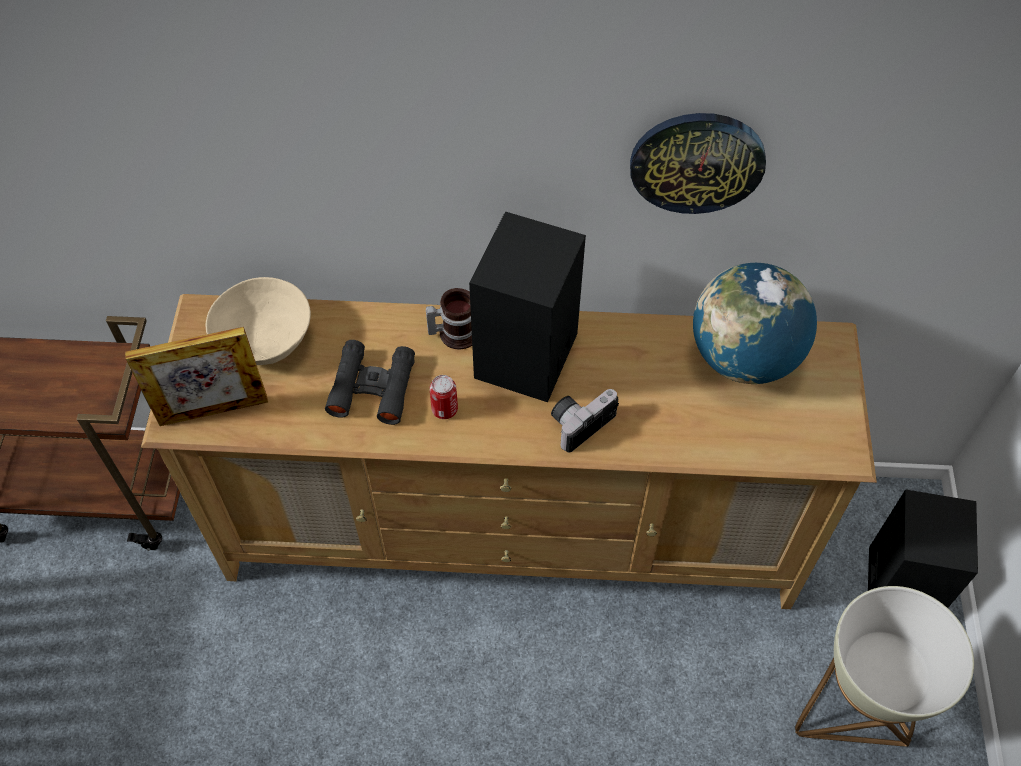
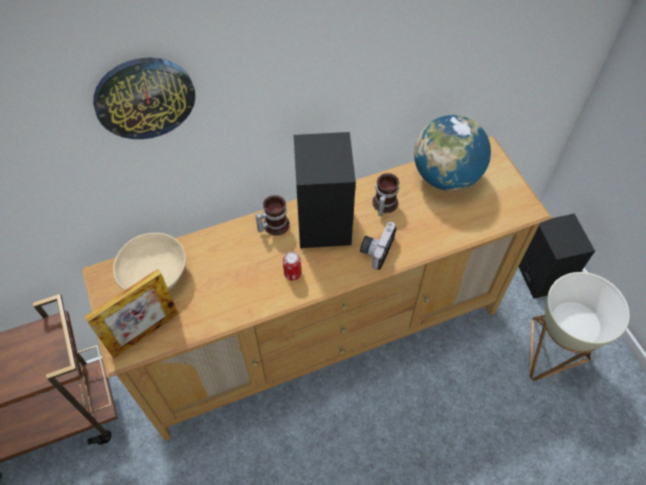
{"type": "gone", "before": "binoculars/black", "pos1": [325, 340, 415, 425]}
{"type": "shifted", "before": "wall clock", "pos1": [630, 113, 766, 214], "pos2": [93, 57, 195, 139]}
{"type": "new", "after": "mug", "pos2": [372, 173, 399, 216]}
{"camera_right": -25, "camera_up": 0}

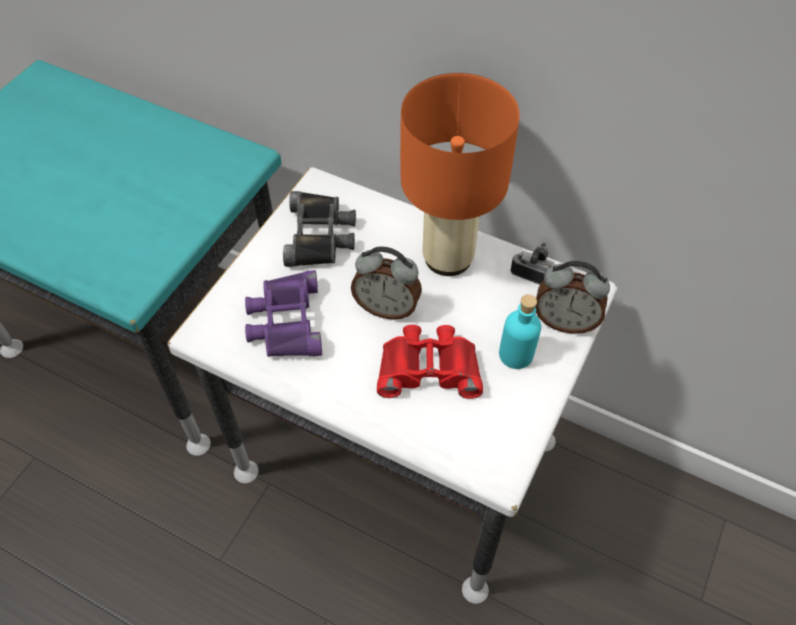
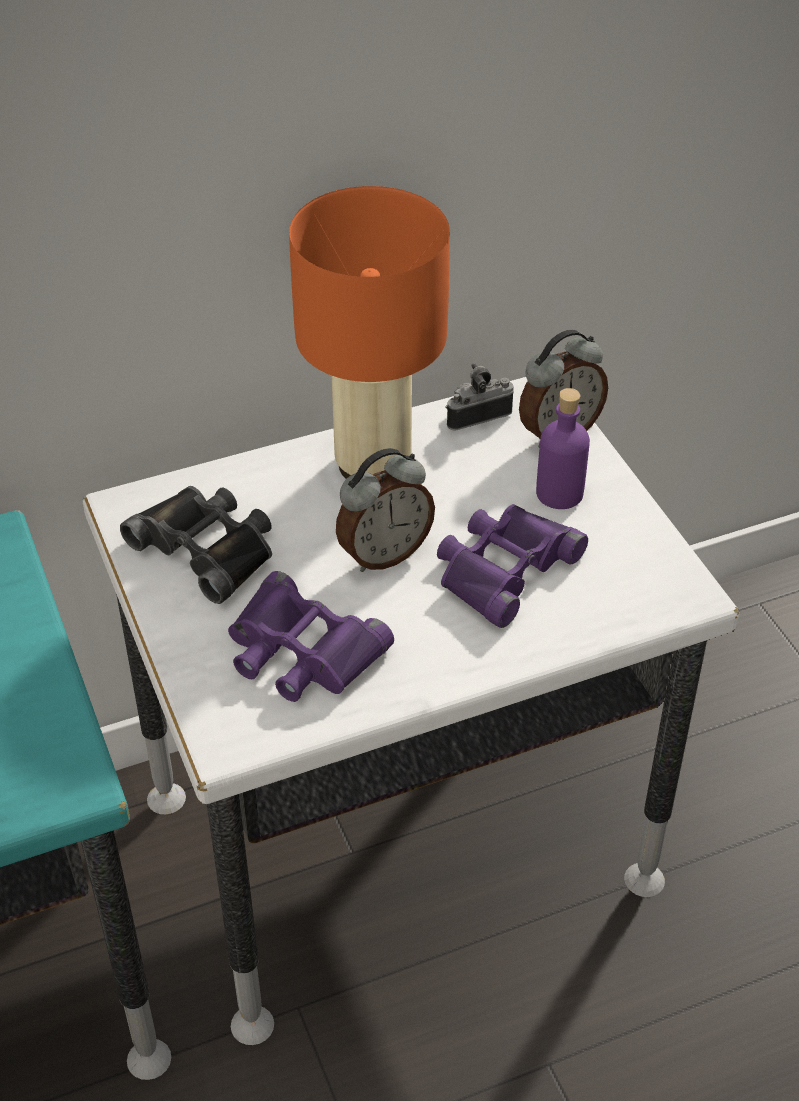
{"type": "repainted", "before": "binoculars/red", "after": "binoculars/purple", "pos1": [377, 325, 483, 399], "pos2": [437, 504, 588, 628]}
{"type": "repainted", "before": "bottle/turquoise", "after": "bottle/purple", "pos1": [499, 294, 541, 369], "pos2": [536, 388, 590, 509]}
{"camera_right": -50, "camera_up": -10}

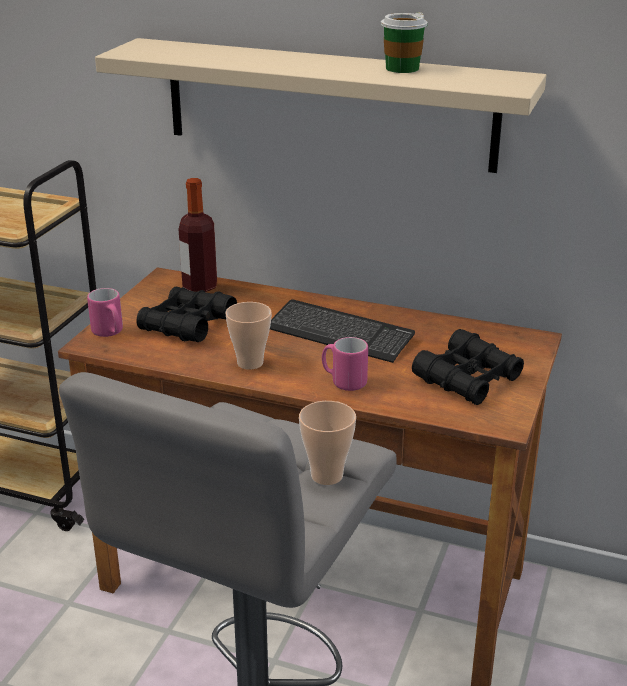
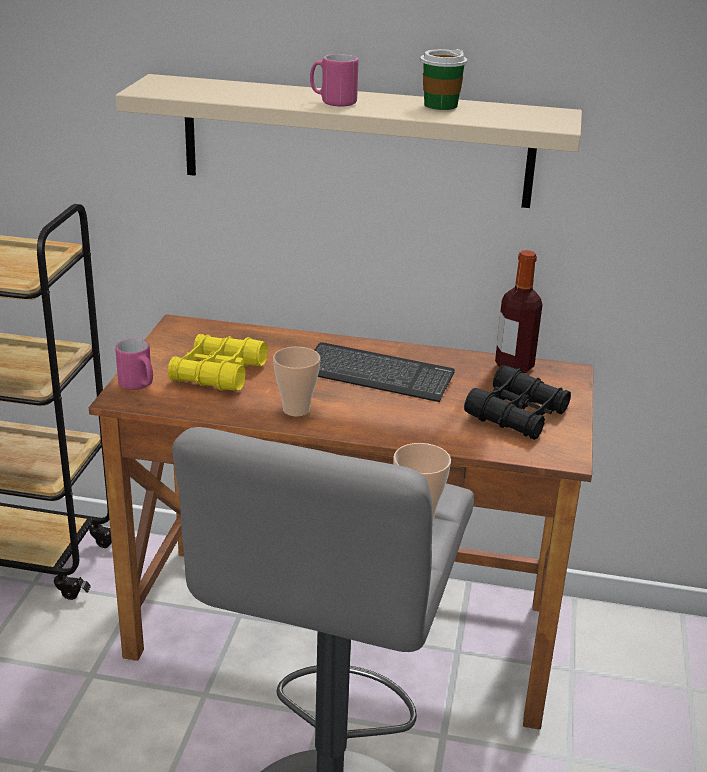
{"type": "repainted", "before": "binoculars/black", "after": "binoculars/yellow", "pos1": [136, 287, 237, 342], "pos2": [168, 334, 268, 391]}
{"type": "shifted", "before": "bottle", "pos1": [179, 178, 217, 292], "pos2": [495, 250, 543, 373]}
{"type": "shifted", "before": "mug/pink", "pos1": [322, 337, 368, 391], "pos2": [310, 54, 359, 106]}
{"camera_right": -10, "camera_up": 0}

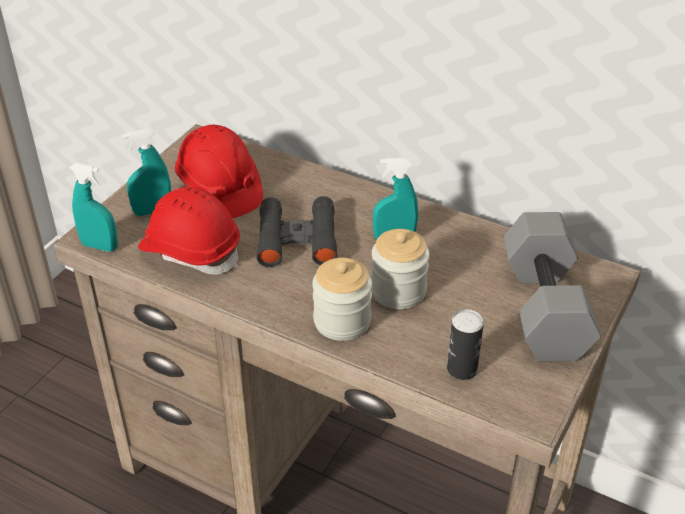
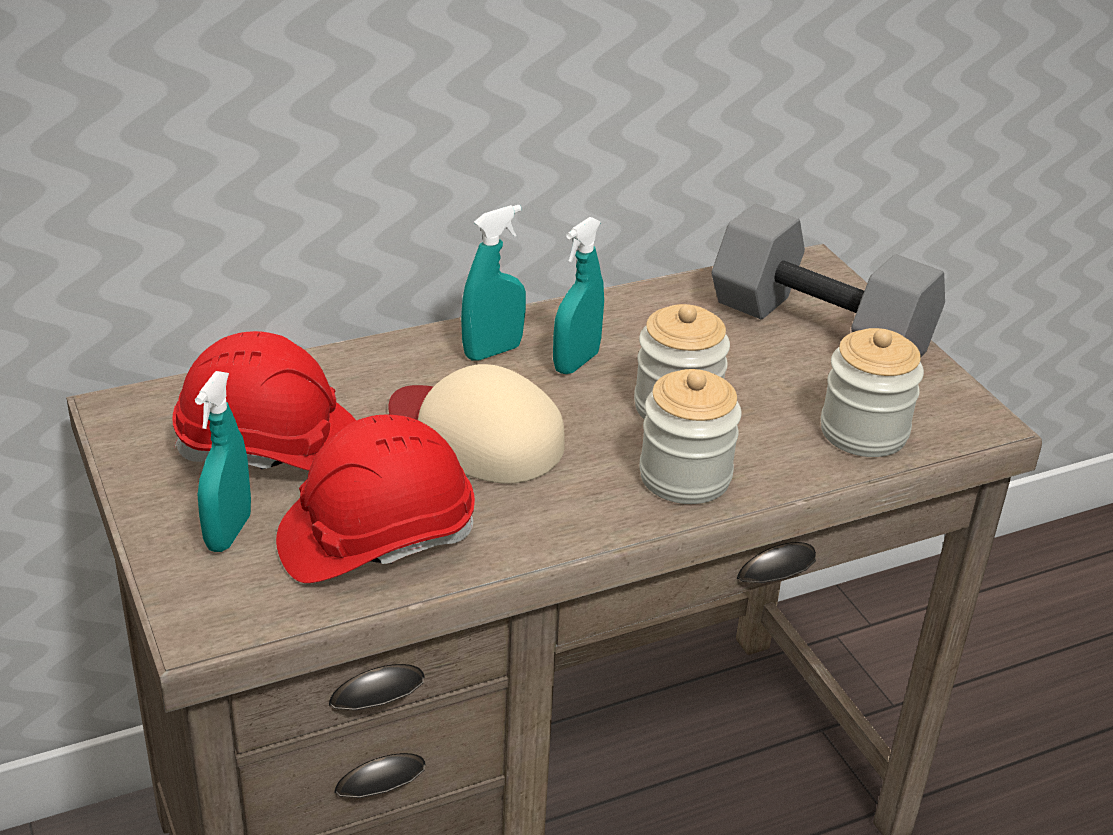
{"type": "shifted", "before": "spray bottle/turquoise", "pos1": [70, 163, 118, 252], "pos2": [461, 205, 526, 361]}
{"type": "swapped", "before": "binoculars/black", "after": "cap/beige", "pos1": [257, 196, 337, 267], "pos2": [388, 364, 565, 484]}
{"type": "swapped", "before": "can", "after": "jar", "pos1": [447, 309, 484, 380], "pos2": [821, 328, 924, 457]}
{"camera_right": -55, "camera_up": -5}

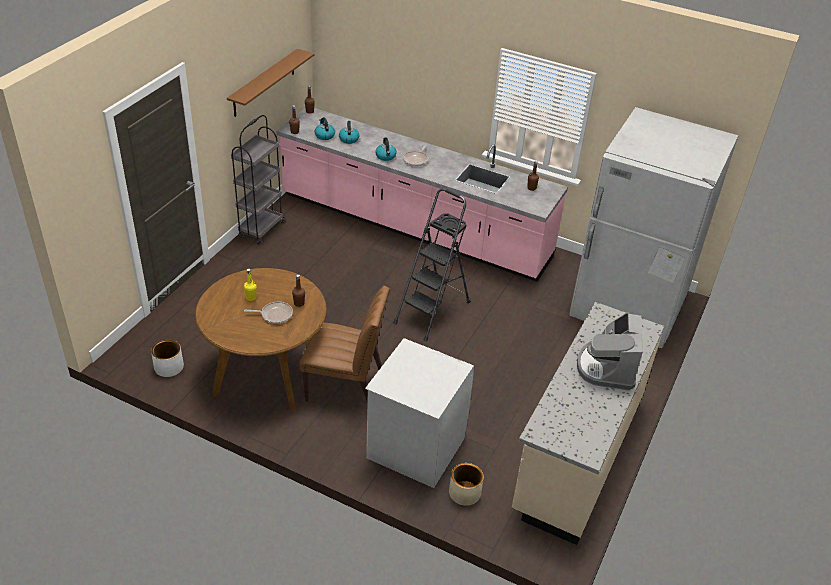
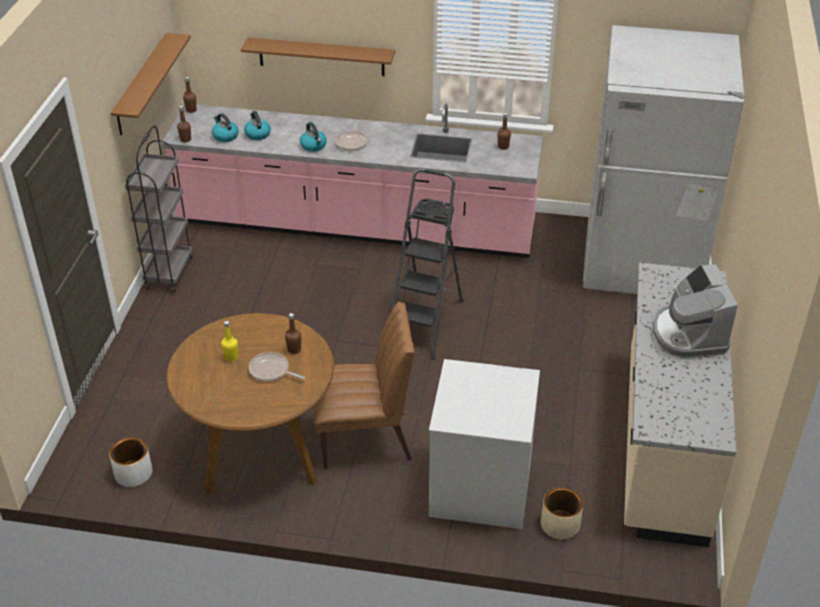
{"type": "rotated", "before": "frying pan", "pos1": [244, 302, 293, 324], "pos2": [249, 352, 305, 381], "turn": -135}
{"type": "new", "after": "shelf/brown", "pos2": [241, 38, 395, 76]}
{"camera_right": -15, "camera_up": 0}

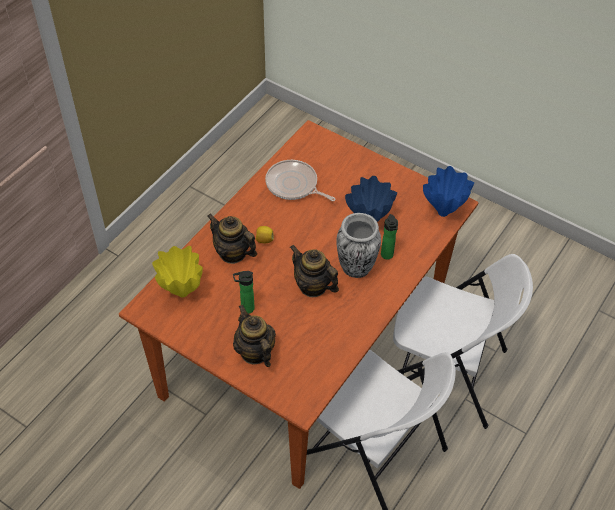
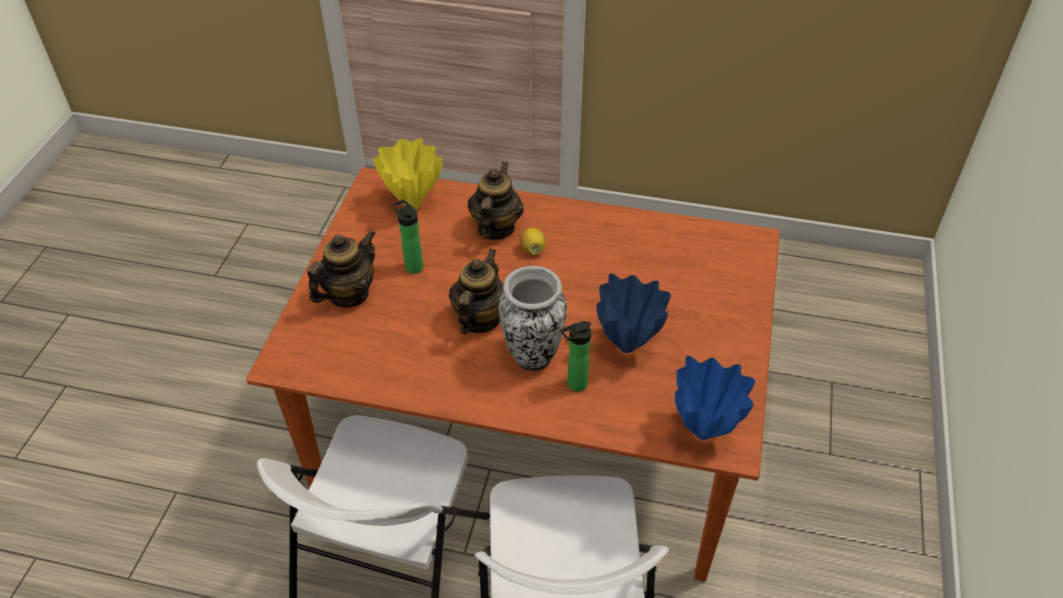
{"type": "gone", "before": "frying pan", "pos1": [265, 160, 336, 201]}
{"camera_right": 70, "camera_up": -5}

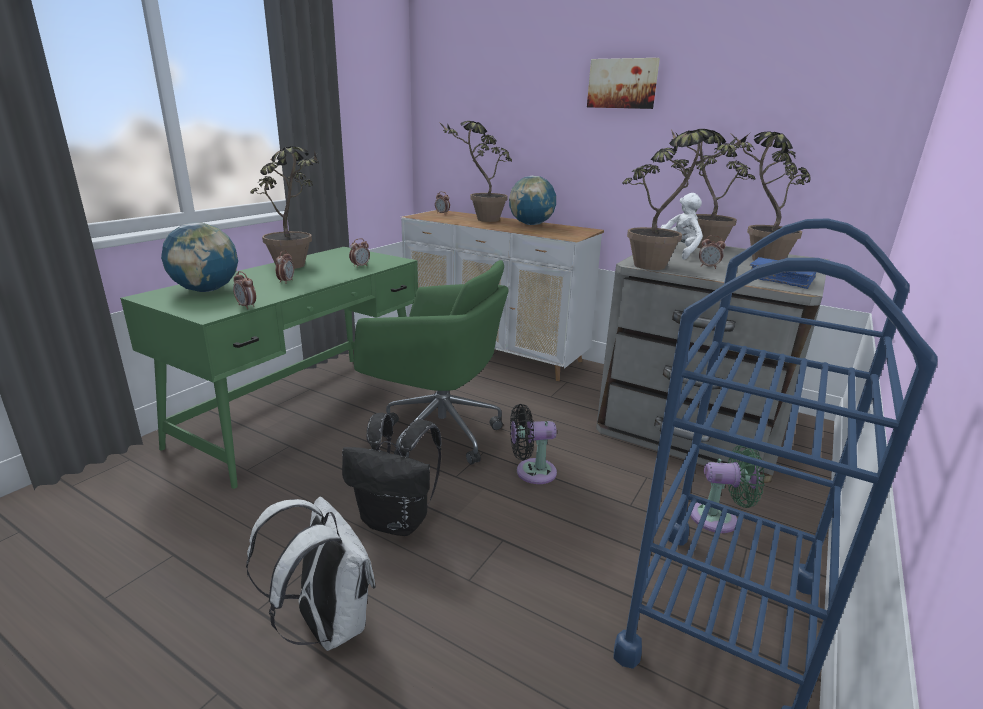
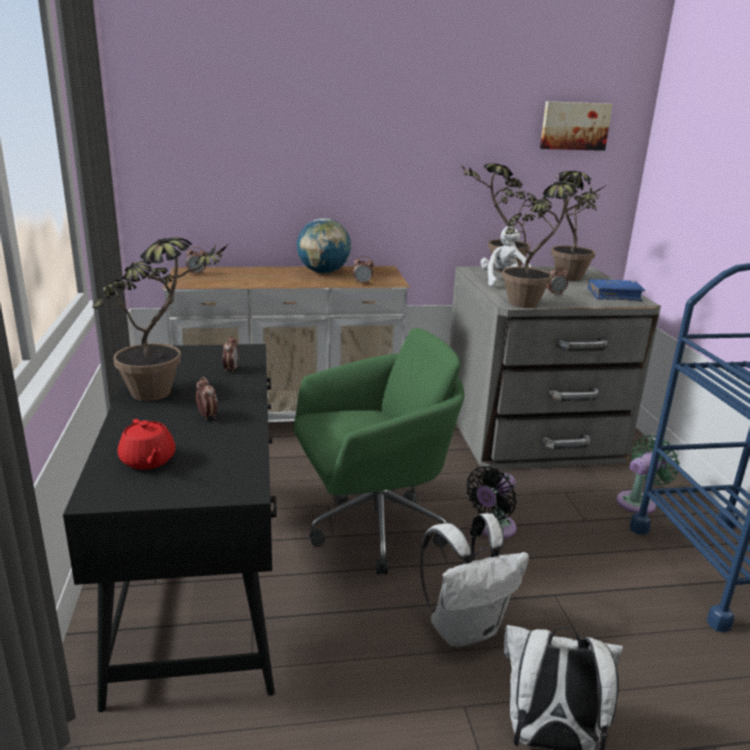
{"type": "repainted", "before": "desk/green", "after": "desk/black", "pos1": [120, 247, 418, 489], "pos2": [63, 344, 277, 712]}
{"type": "swapped", "before": "globe", "after": "teapot/red", "pos1": [161, 222, 238, 292], "pos2": [118, 419, 176, 470]}
{"type": "shifted", "before": "alarm clock", "pos1": [233, 271, 256, 309], "pos2": [353, 256, 374, 285]}
{"type": "repainted", "before": "backpack/black", "after": "backpack/white", "pos1": [342, 413, 441, 536], "pos2": [420, 513, 529, 647]}
{"type": "gone", "before": "potted plant", "pos1": [438, 121, 512, 222]}
{"type": "shifted", "before": "picture", "pos1": [587, 58, 660, 109], "pos2": [540, 101, 613, 151]}
{"camera_right": -40, "camera_up": 0}

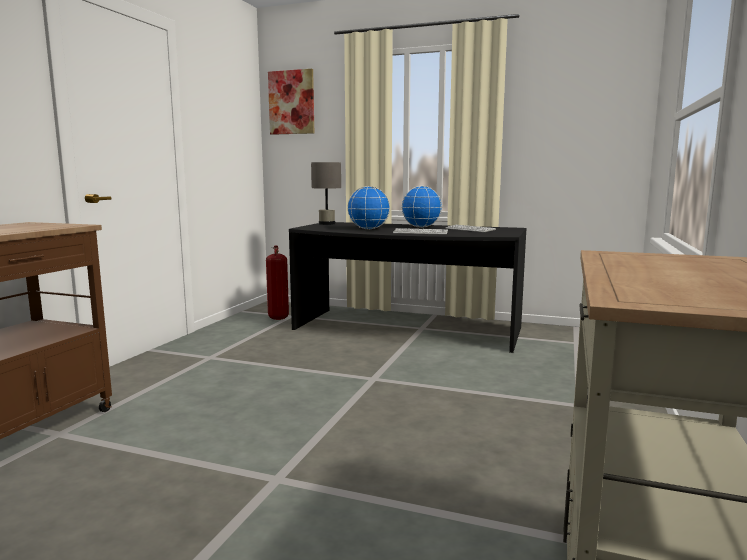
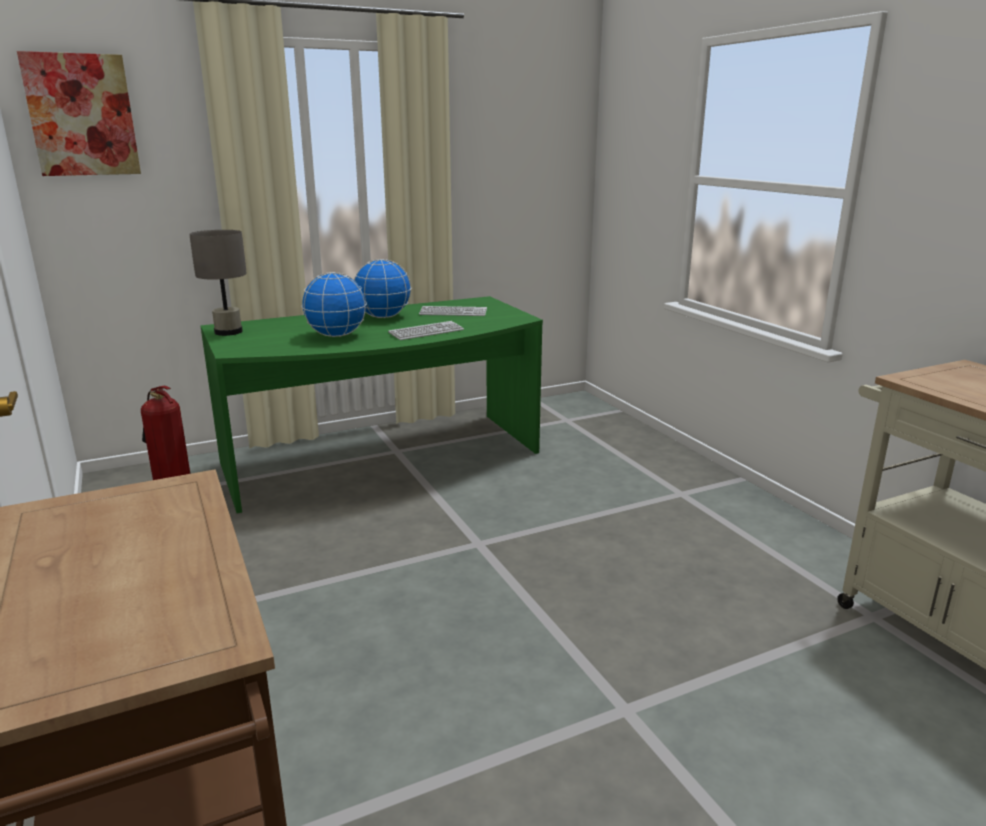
{"type": "repainted", "before": "desk/black", "after": "desk/green", "pos1": [289, 222, 526, 353], "pos2": [200, 296, 543, 513]}
{"camera_right": -45, "camera_up": 10}

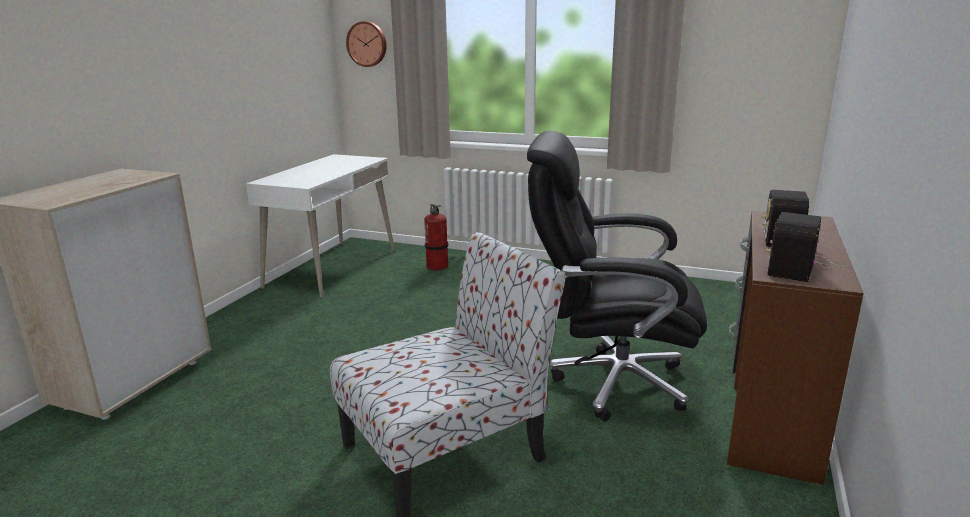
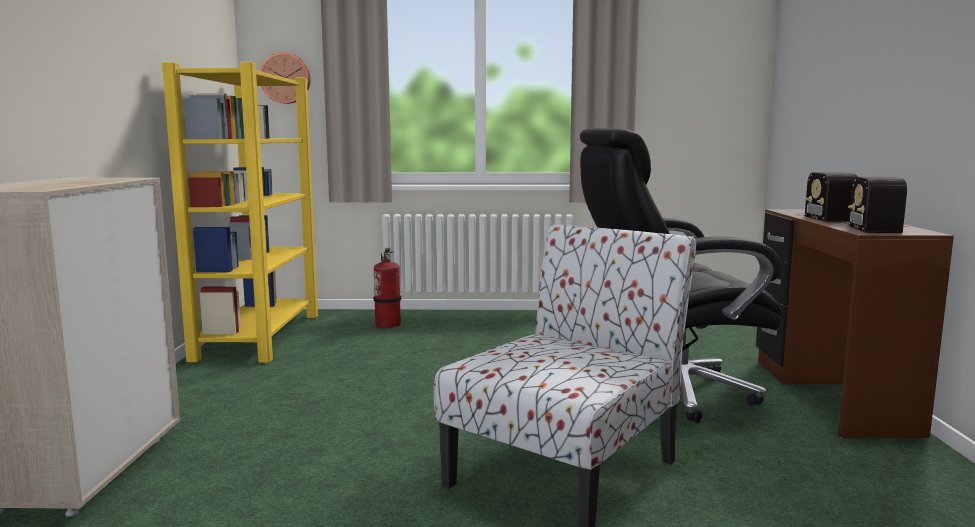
{"type": "swapped", "before": "desk/white", "after": "bookcase/yellow", "pos1": [246, 154, 395, 298], "pos2": [162, 62, 318, 363]}
{"camera_right": -20, "camera_up": -10}

